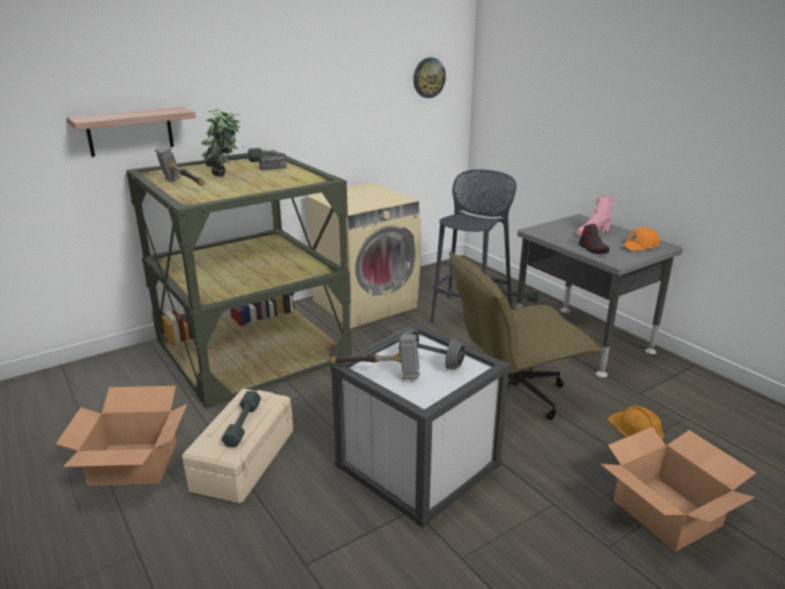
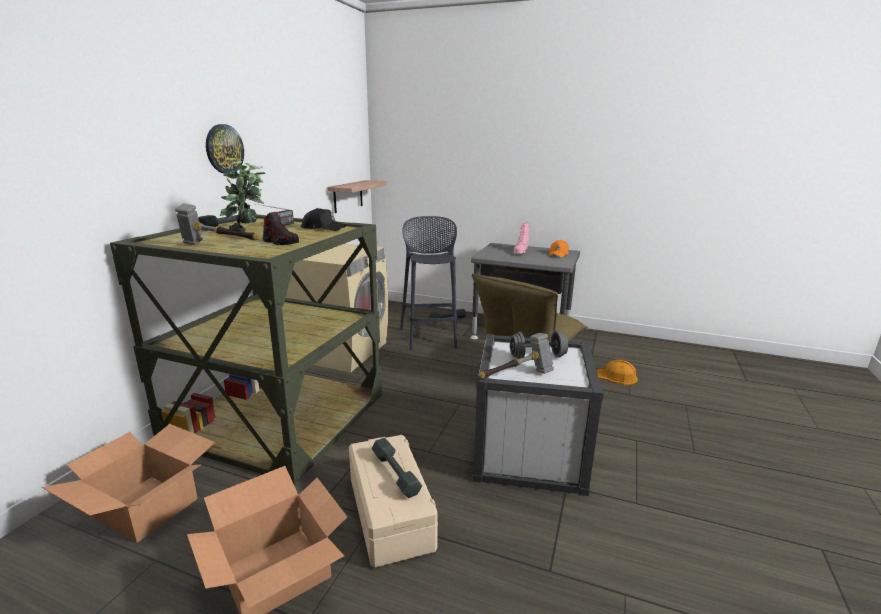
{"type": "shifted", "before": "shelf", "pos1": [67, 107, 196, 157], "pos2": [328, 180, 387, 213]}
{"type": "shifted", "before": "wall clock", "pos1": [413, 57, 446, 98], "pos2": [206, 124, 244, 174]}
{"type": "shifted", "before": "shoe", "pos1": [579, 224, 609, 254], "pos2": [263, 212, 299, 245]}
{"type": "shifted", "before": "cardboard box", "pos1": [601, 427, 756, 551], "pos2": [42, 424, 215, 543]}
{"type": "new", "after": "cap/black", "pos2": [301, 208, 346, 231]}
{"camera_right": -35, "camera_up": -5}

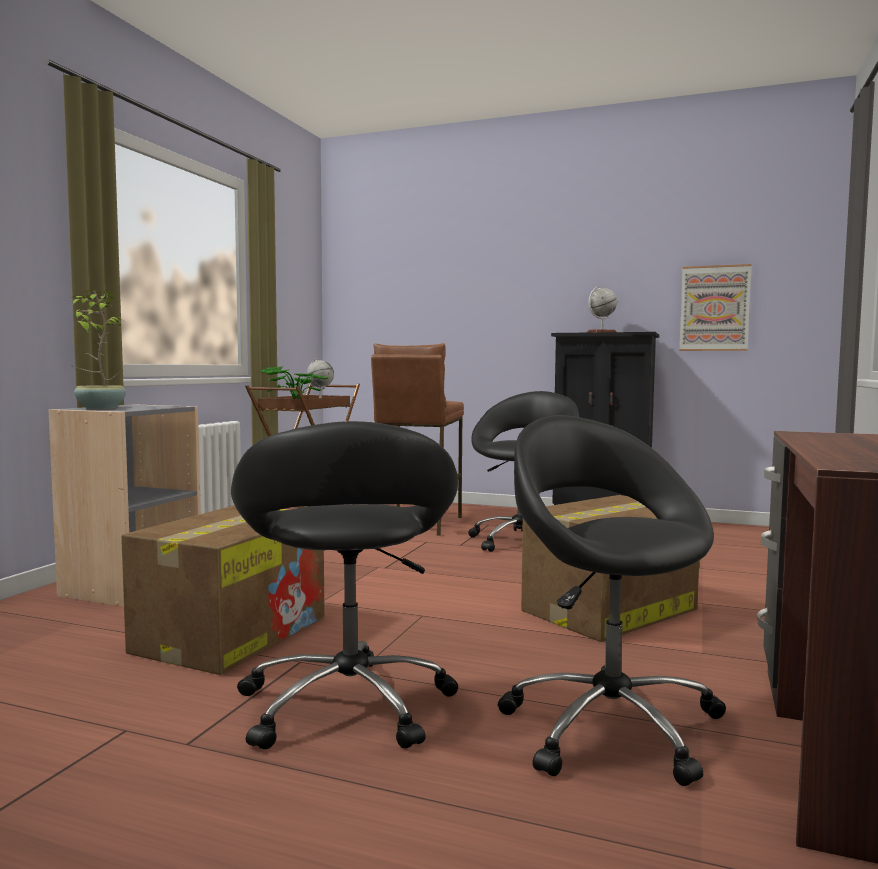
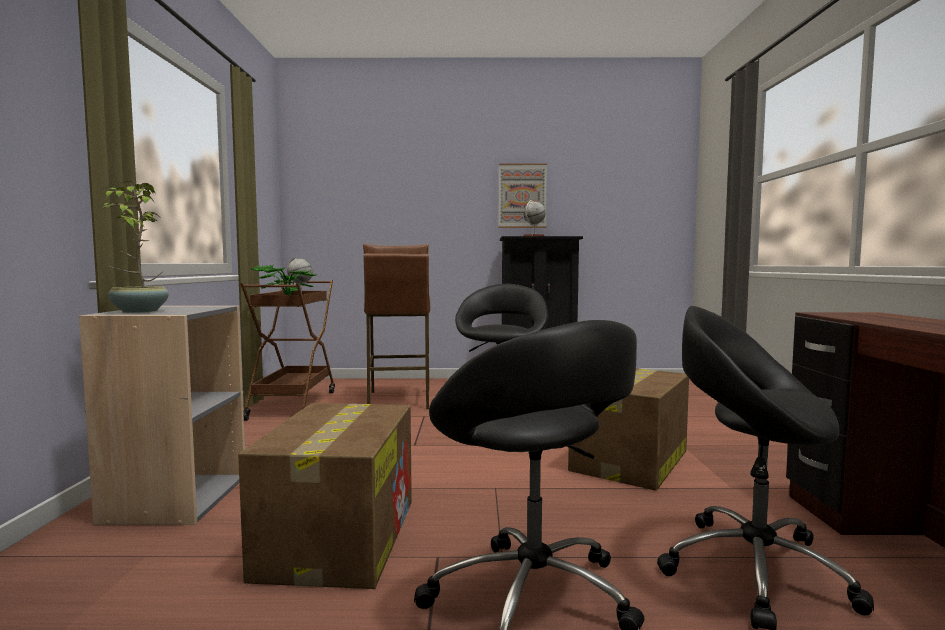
{"type": "shifted", "before": "picture", "pos1": [679, 264, 752, 351], "pos2": [498, 163, 547, 228]}
{"camera_right": -20, "camera_up": 0}

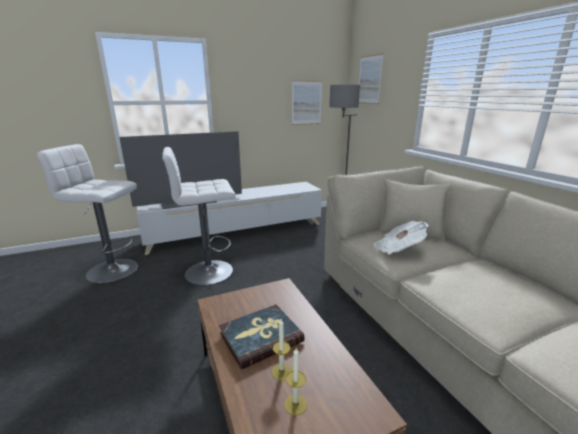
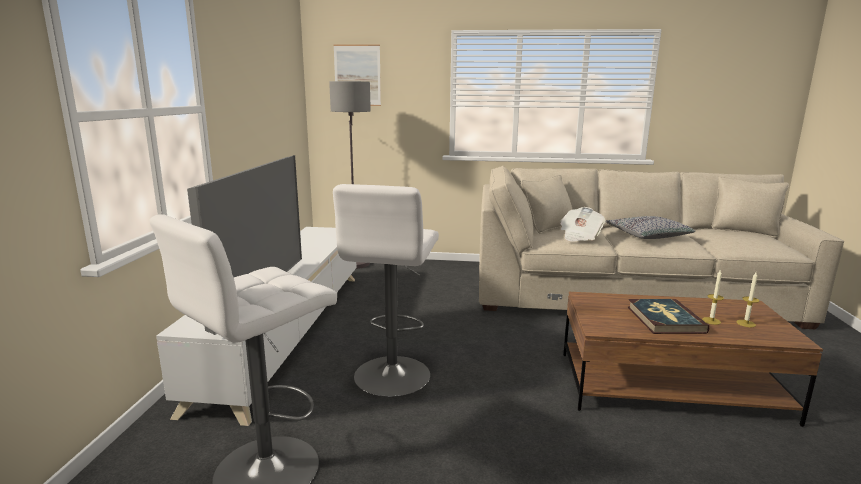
{"type": "gone", "before": "picture", "pos1": [292, 80, 322, 125]}
{"type": "new", "after": "pillow/grey", "pos2": [606, 216, 695, 239]}
{"camera_right": -60, "camera_up": -5}

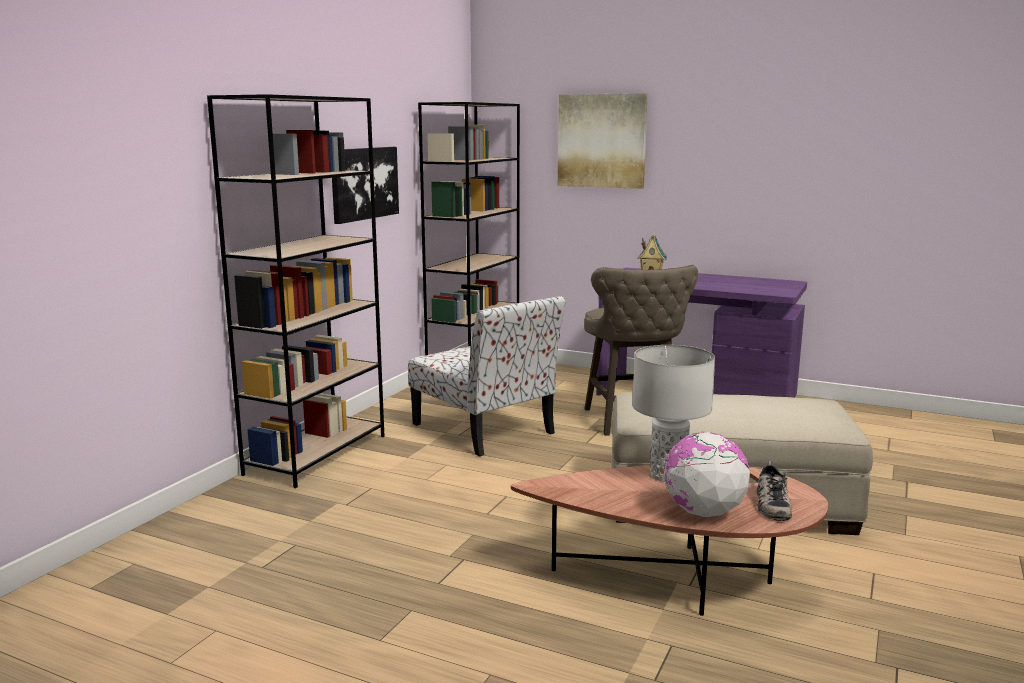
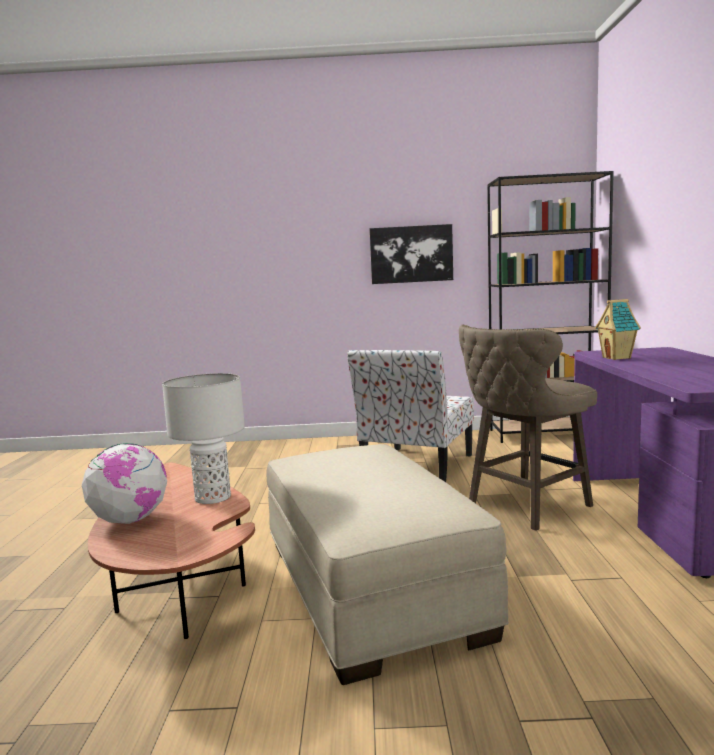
{"type": "gone", "before": "bookcase/beige", "pos1": [207, 94, 384, 488]}
{"type": "gone", "before": "picture", "pos1": [558, 93, 648, 189]}
{"type": "gone", "before": "shoe", "pos1": [756, 461, 792, 521]}
{"camera_right": 65, "camera_up": -5}

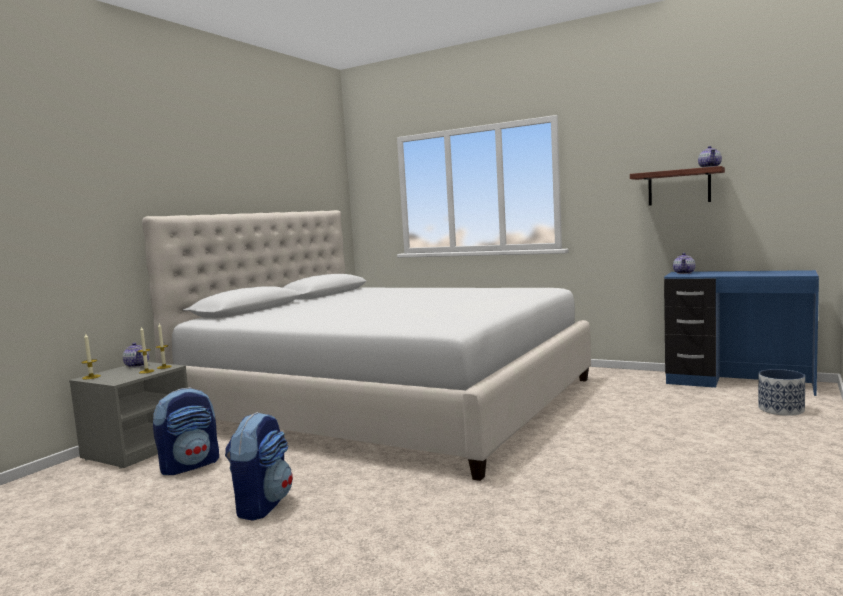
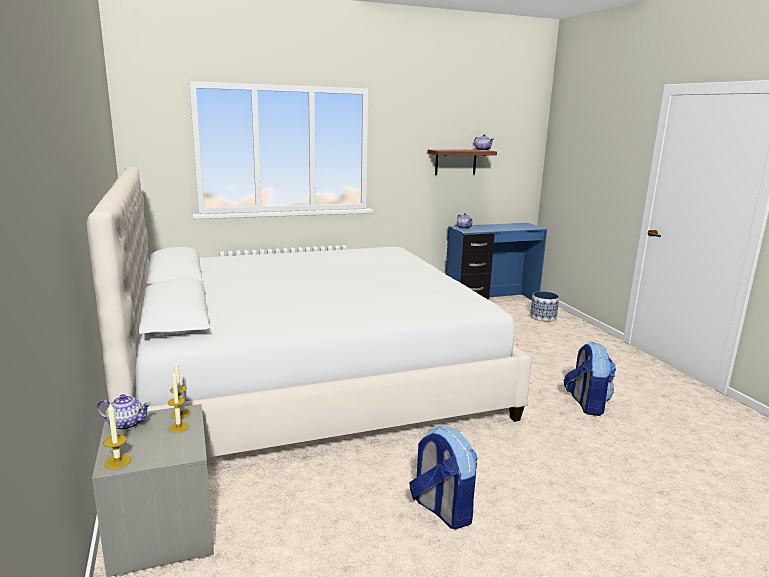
{"type": "shifted", "before": "backpack", "pos1": [153, 387, 219, 475], "pos2": [564, 342, 616, 416]}
{"camera_right": -50, "camera_up": 10}

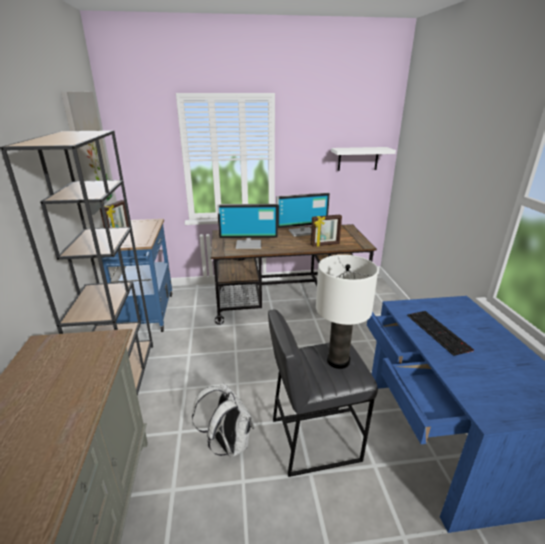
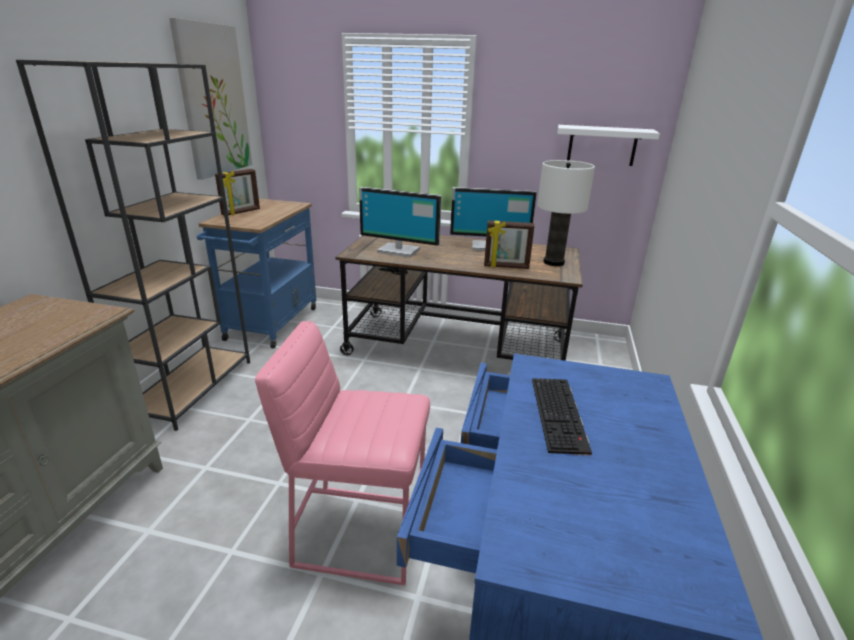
{"type": "gone", "before": "backpack/white", "pos1": [192, 383, 254, 458]}
{"type": "repainted", "before": "stool/grey", "after": "stool/pink", "pos1": [268, 309, 378, 477], "pos2": [255, 321, 430, 585]}
{"type": "shifted", "before": "table lamp/white", "pos1": [316, 255, 378, 369], "pos2": [537, 160, 595, 266]}
{"camera_right": 20, "camera_up": 0}

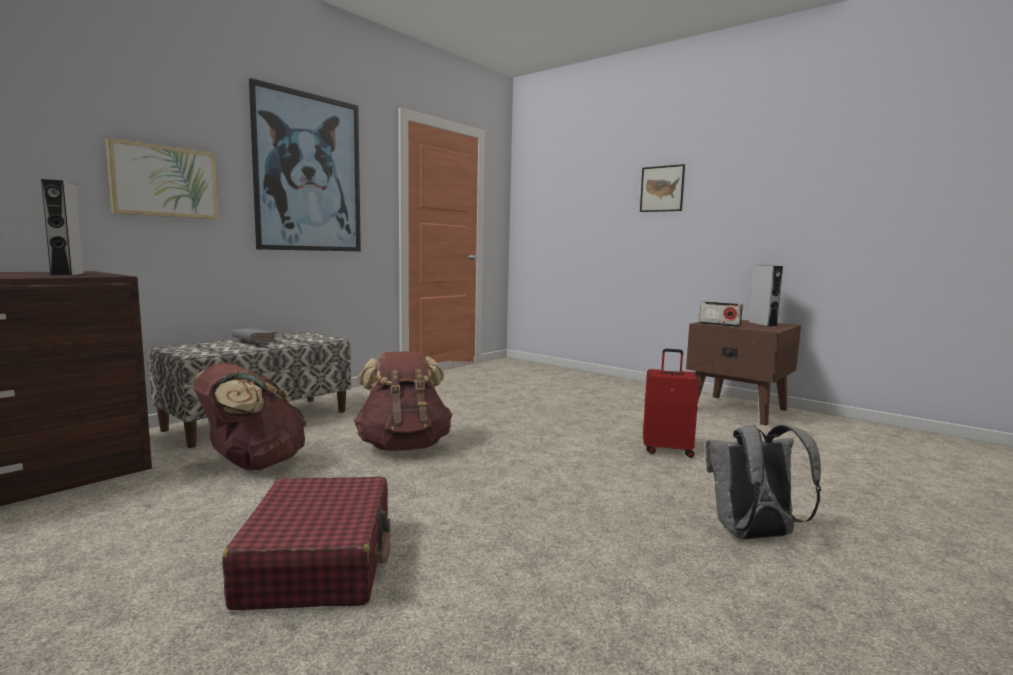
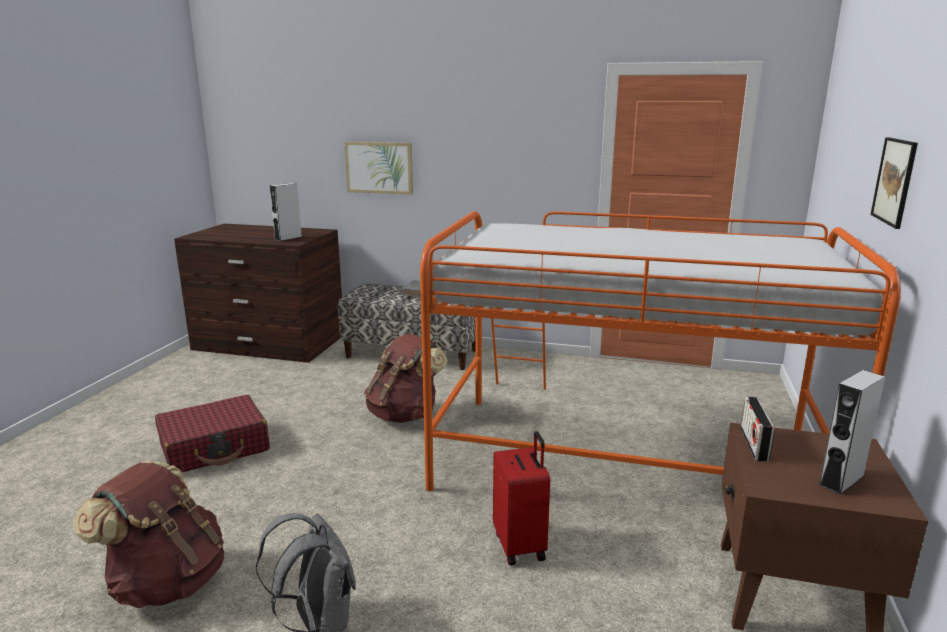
{"type": "shifted", "before": "backpack/brown", "pos1": [192, 363, 307, 470], "pos2": [73, 461, 224, 609]}
{"type": "gone", "before": "picture", "pos1": [249, 78, 361, 251]}
{"type": "new", "after": "bed/orange", "pos2": [420, 211, 901, 491]}
{"camera_right": 65, "camera_up": 10}

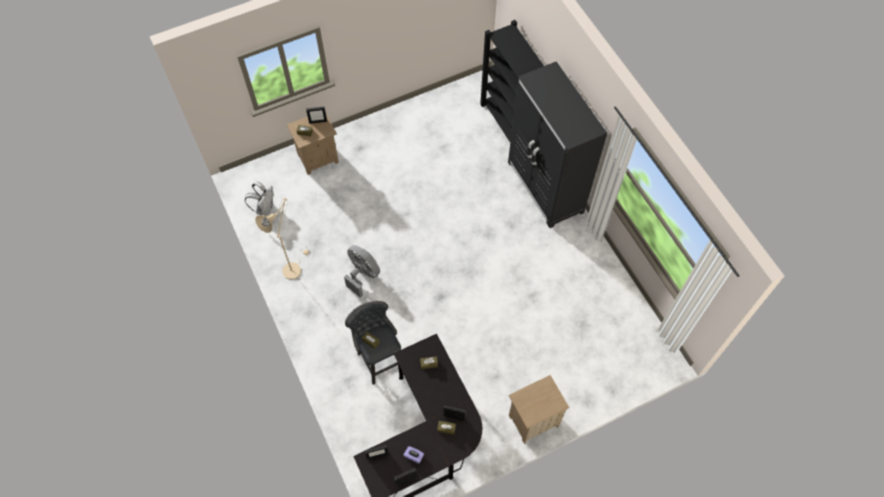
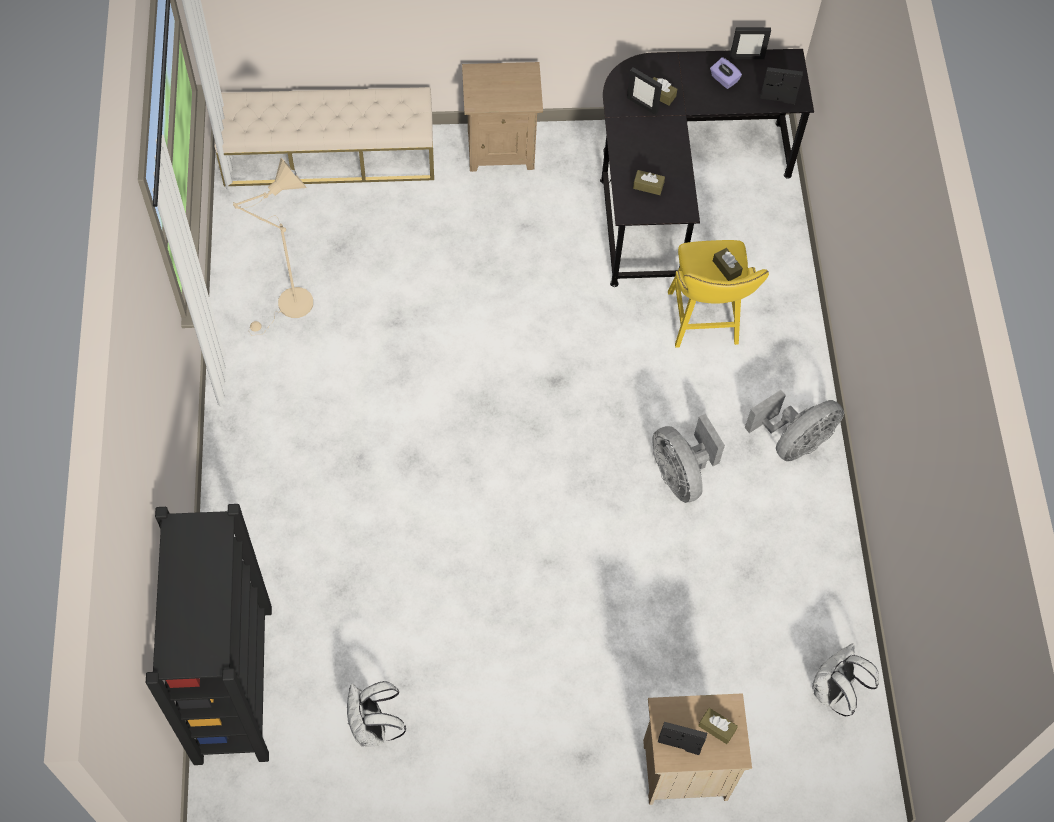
{"type": "shifted", "before": "floor lamp/beige", "pos1": [255, 198, 309, 280], "pos2": [233, 158, 313, 335]}
{"type": "repainted", "before": "stool/grey", "after": "stool/yellow", "pos1": [345, 301, 401, 385], "pos2": [668, 240, 769, 348]}
{"type": "gone", "before": "cabinet/black", "pos1": [508, 61, 607, 228]}
{"type": "new", "after": "bench/beige", "pos2": [214, 87, 434, 186]}
{"type": "new", "after": "backpack/white", "pos2": [347, 681, 406, 747]}
{"type": "new", "after": "fan/grey", "pos2": [745, 390, 844, 462]}
{"camera_right": -160, "camera_up": 0}

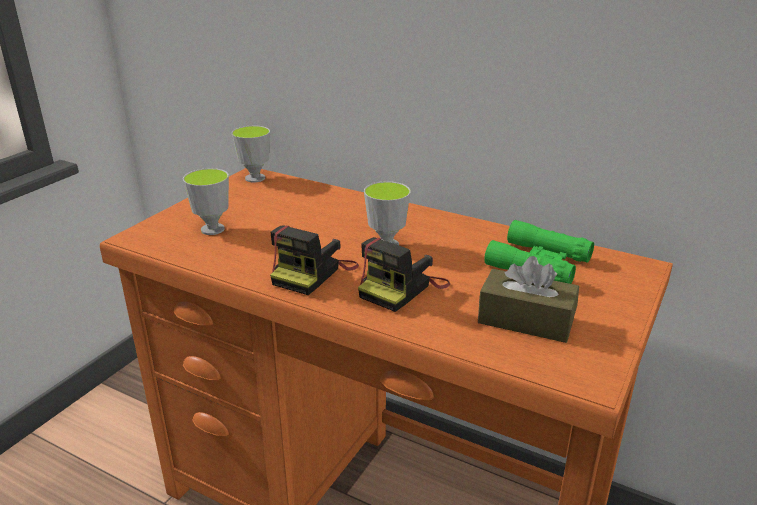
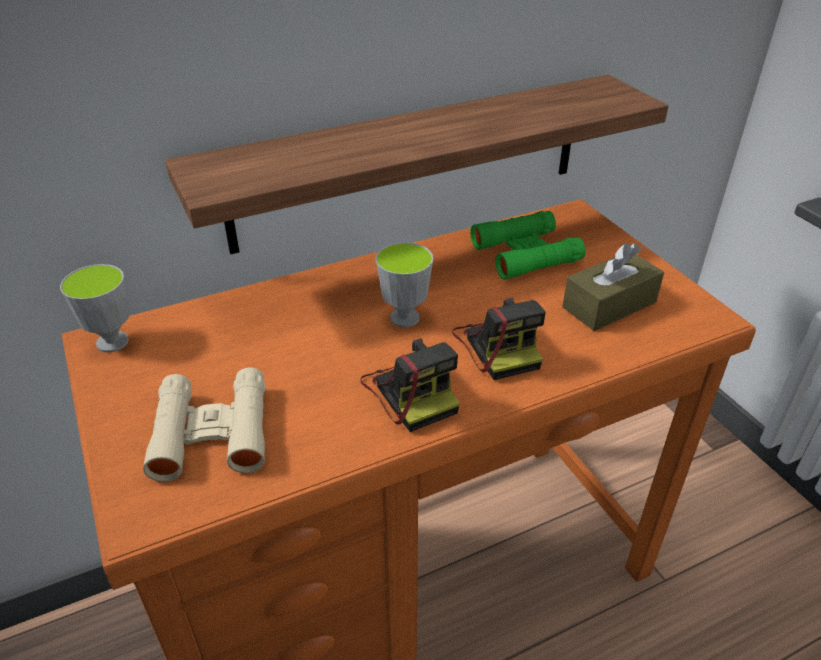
{"type": "swapped", "before": "cup", "after": "binoculars/beige", "pos1": [183, 168, 229, 235], "pos2": [143, 367, 266, 482]}
{"type": "new", "after": "shelf", "pos2": [165, 75, 668, 254]}
{"camera_right": -55, "camera_up": 10}

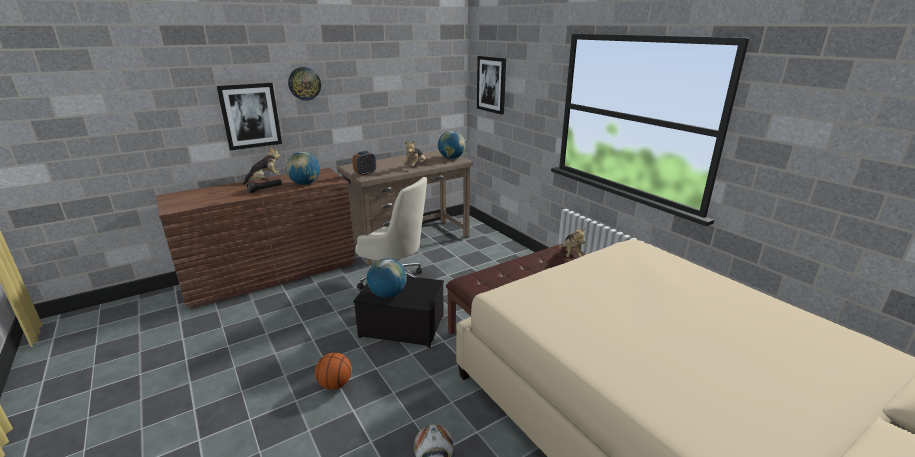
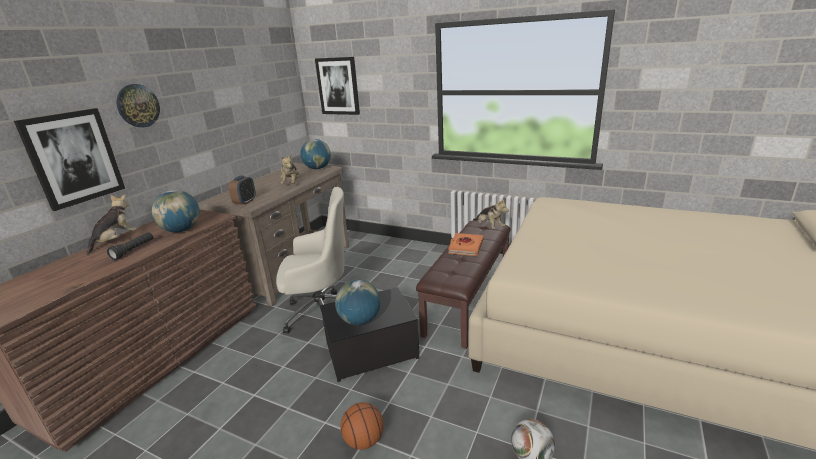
{"type": "new", "after": "book/orange", "pos2": [448, 233, 483, 256]}
{"camera_right": -30, "camera_up": 0}

